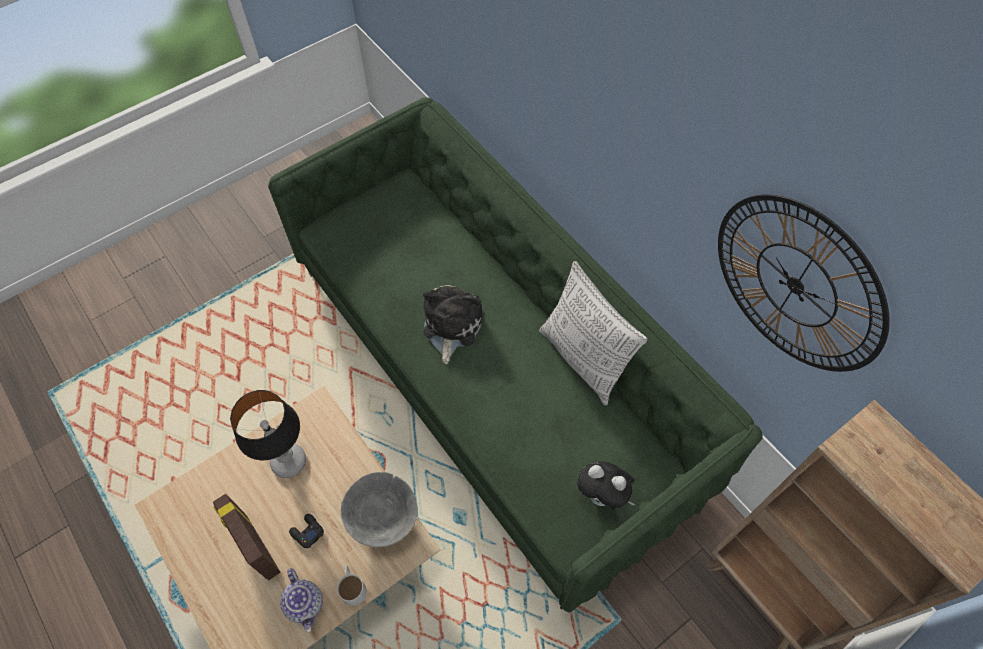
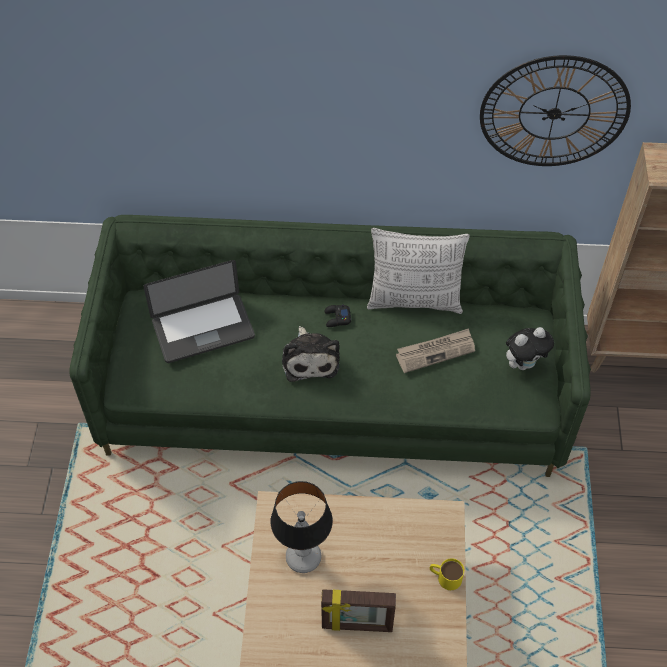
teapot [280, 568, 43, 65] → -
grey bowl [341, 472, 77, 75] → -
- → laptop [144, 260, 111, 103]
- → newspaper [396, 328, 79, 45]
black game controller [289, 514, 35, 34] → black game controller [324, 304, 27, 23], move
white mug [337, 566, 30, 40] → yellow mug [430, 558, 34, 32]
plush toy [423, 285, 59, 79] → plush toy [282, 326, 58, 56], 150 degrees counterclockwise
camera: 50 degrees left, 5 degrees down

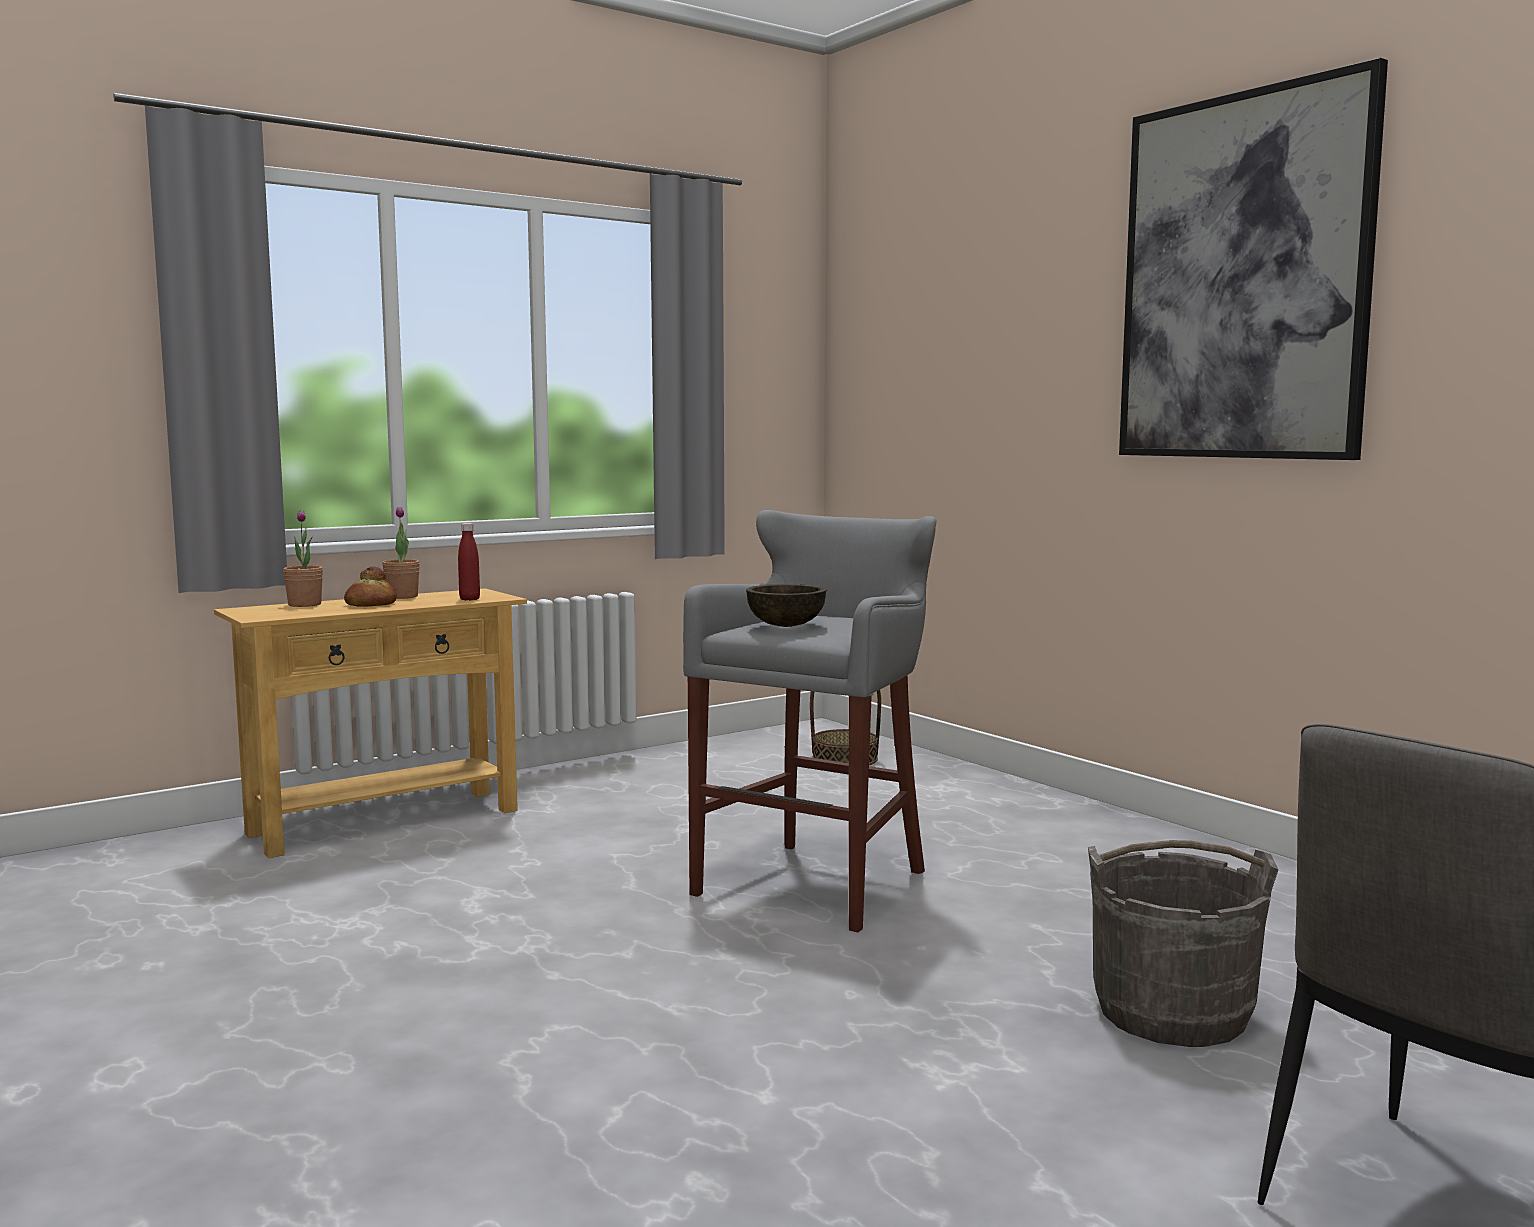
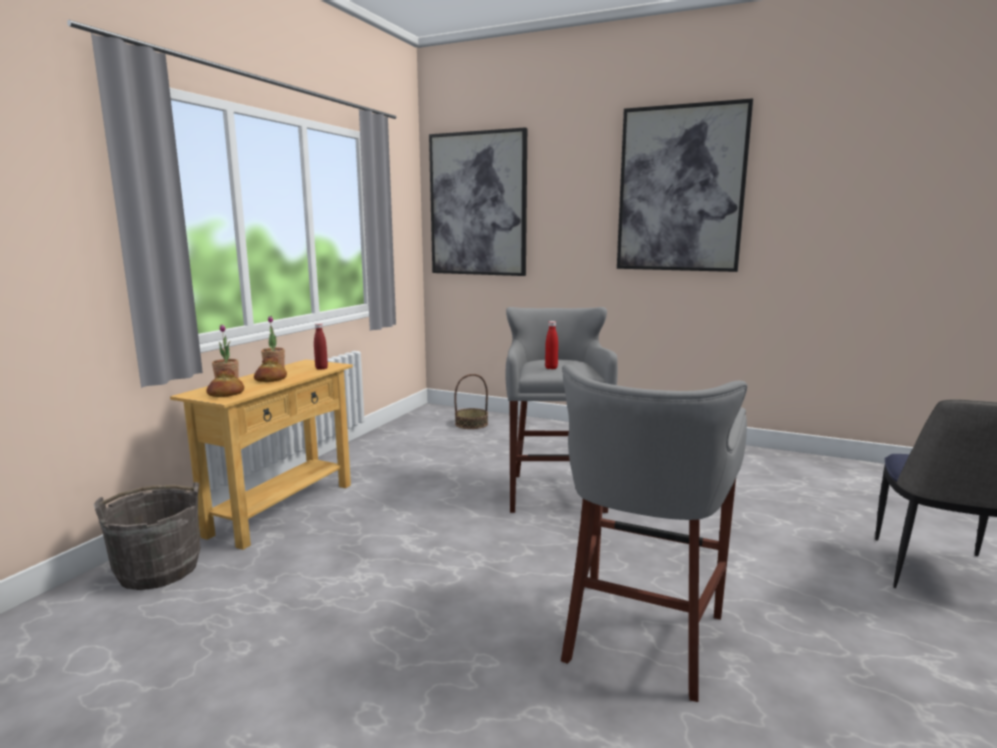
- → bread [206, 368, 38, 29]
- → picture [429, 127, 98, 149]
- → grey stool [561, 364, 186, 338]
grey bucket [1088, 840, 190, 207] → grey bucket [94, 482, 106, 108], move
brown bowl [746, 584, 80, 43] → red bottle [545, 321, 13, 48]
camera: 30 degrees left, 5 degrees up

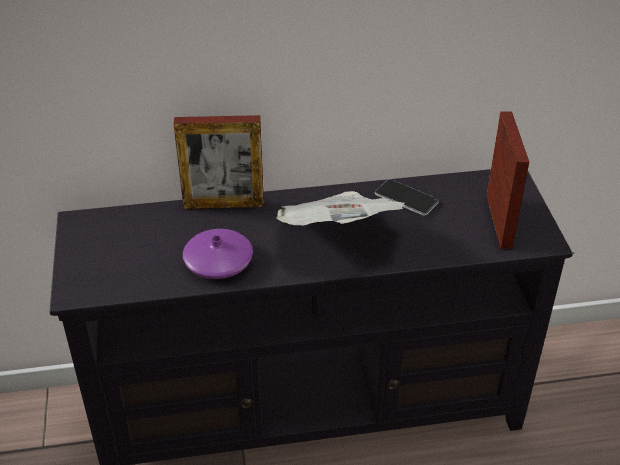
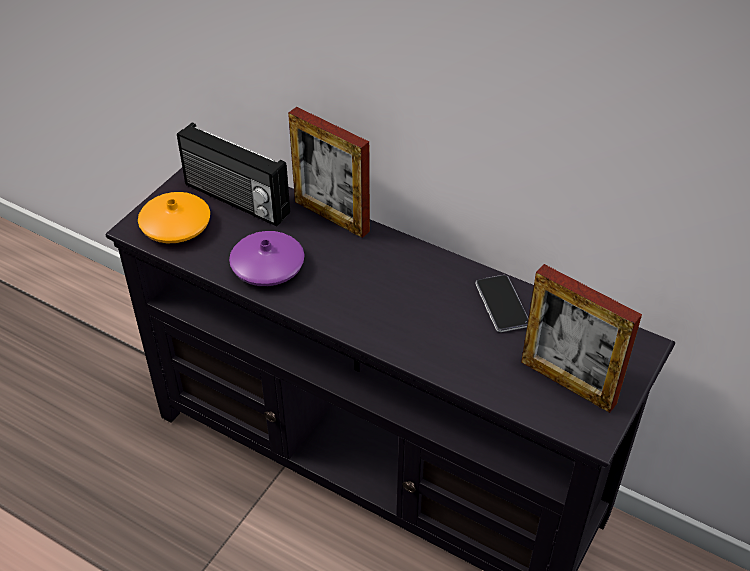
newspaper [276, 191, 129, 35] → -
- → orange vase [138, 192, 72, 51]
- → radio [177, 122, 113, 104]
picture frame [486, 111, 43, 138] → picture frame [521, 264, 121, 149], 90 degrees clockwise
camera: 40 degrees right, 5 degrees up

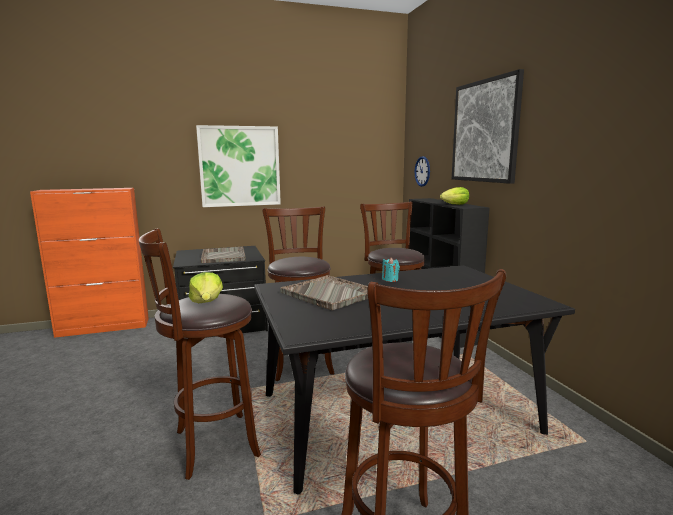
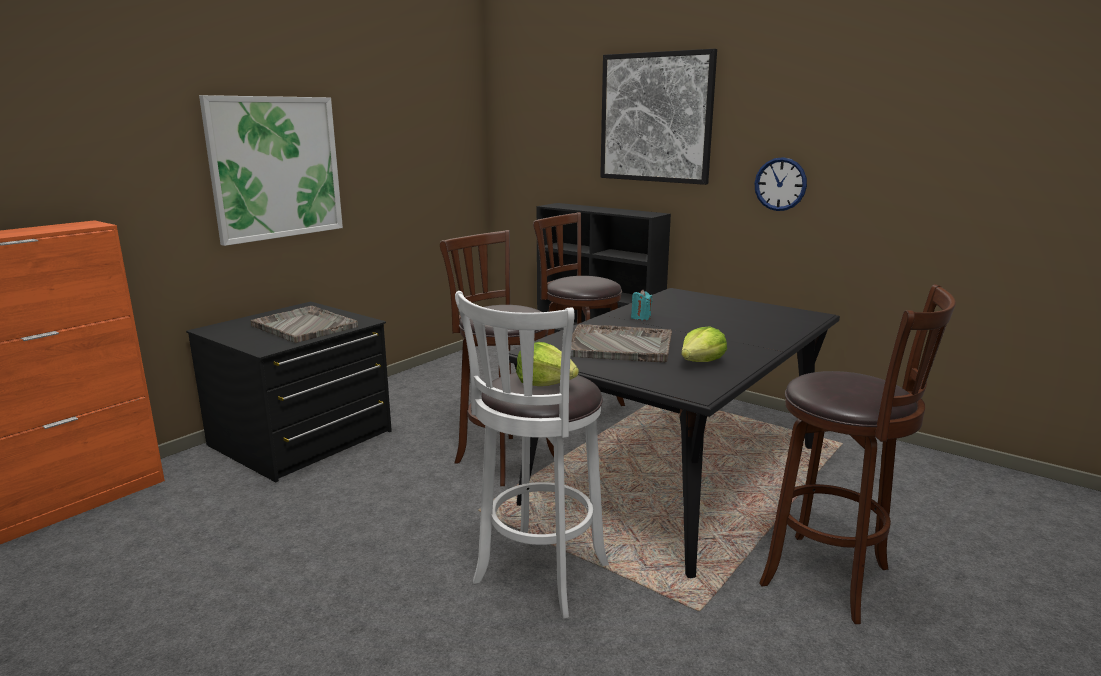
wall clock [415, 156, 15, 31] → wall clock [755, 157, 52, 54], move
lettuce [440, 187, 29, 18] → lettuce [681, 326, 46, 36], move
brown stool [138, 228, 123, 252] → white stool [455, 291, 154, 328]
camera: 35 degrees left, 5 degrees up

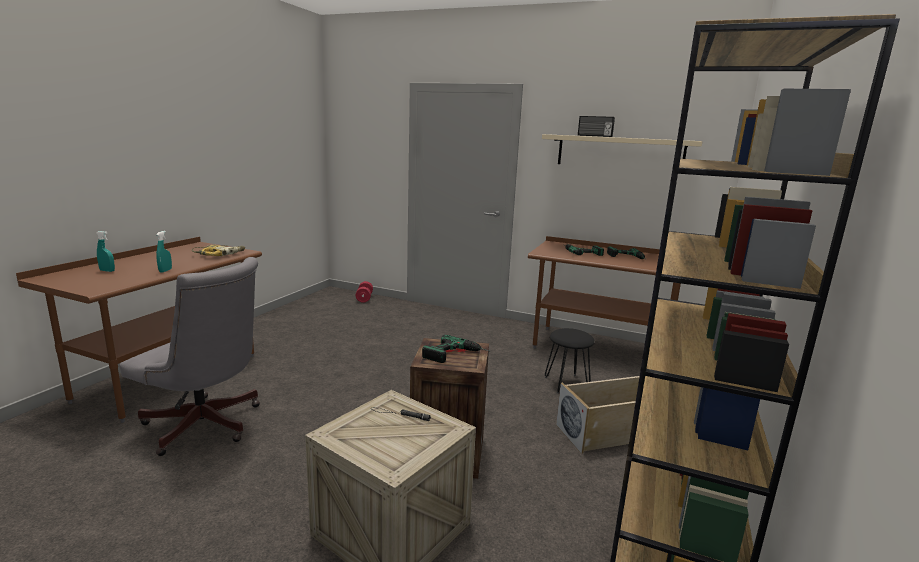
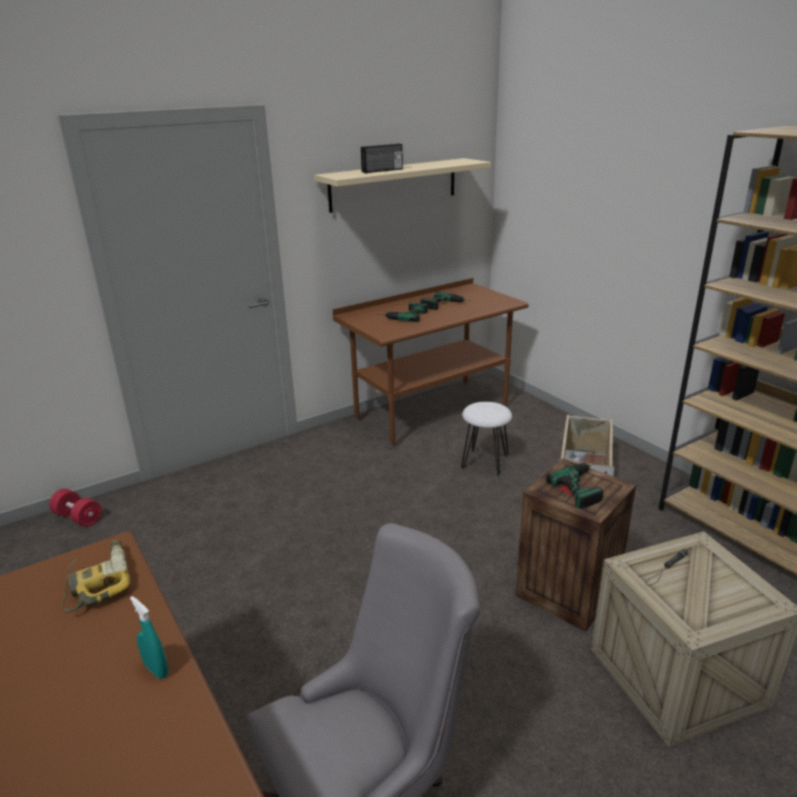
turquoise spray bottle [96, 231, 19, 41] → -
black stool [544, 328, 51, 66] → white stool [461, 402, 51, 74]
camera: 55 degrees left, 10 degrees up

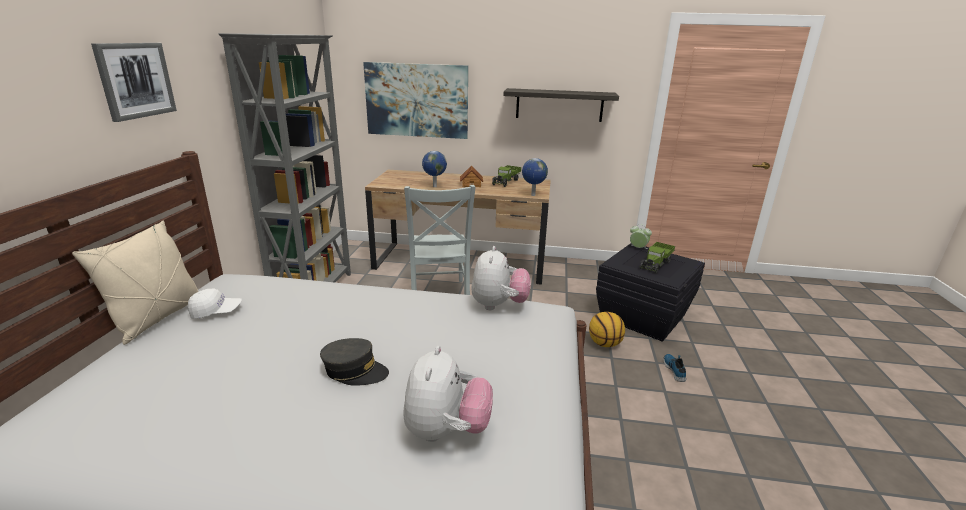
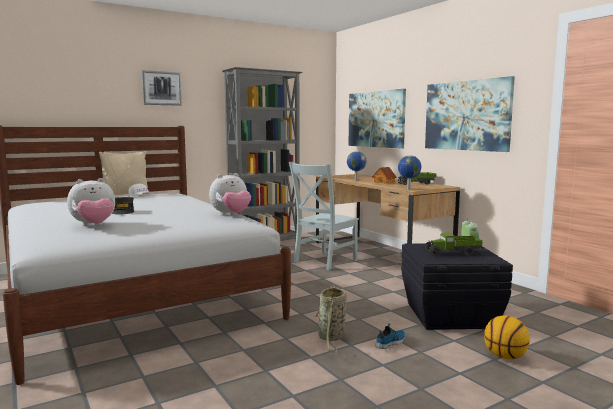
- → basket [314, 286, 33, 67]
basketball [589, 312, 36, 35] → basketball [484, 316, 46, 43], move
shelf [503, 88, 116, 34] → picture [425, 76, 90, 76]
camera: 50 degrees right, 15 degrees down

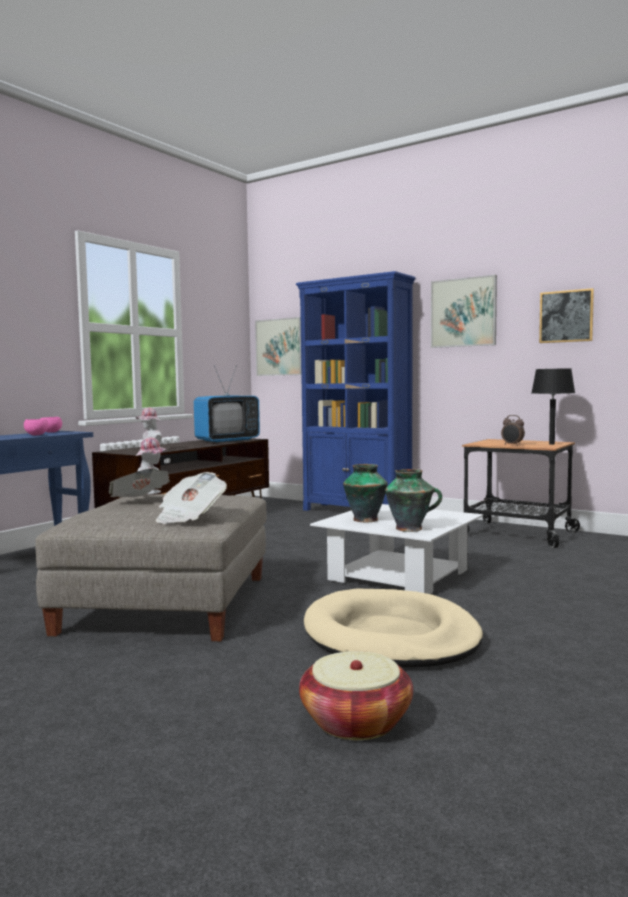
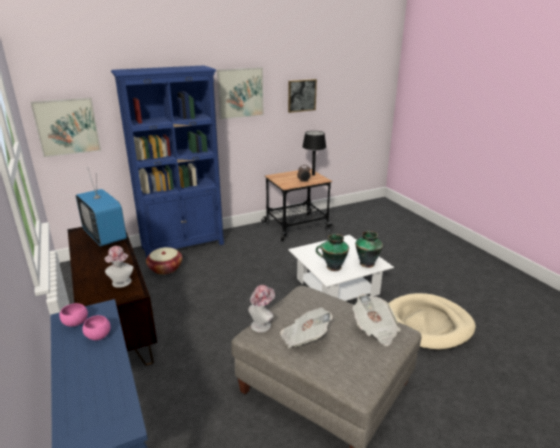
basket [299, 651, 114, 89] → basket [146, 247, 36, 28], move
television [194, 365, 66, 78] → television [76, 167, 51, 79], 150 degrees clockwise
camera: 60 degrees left, 20 degrees up

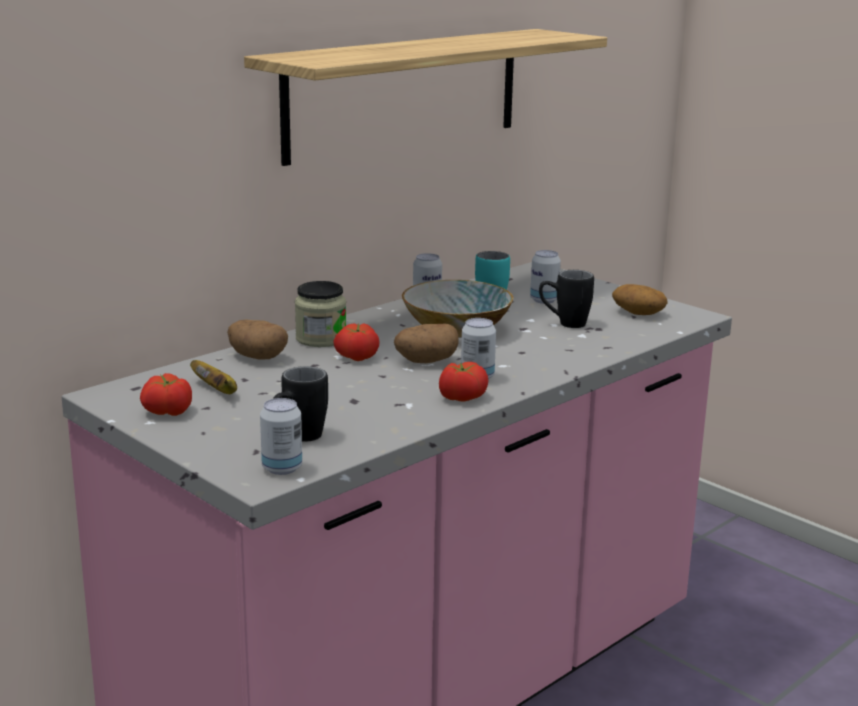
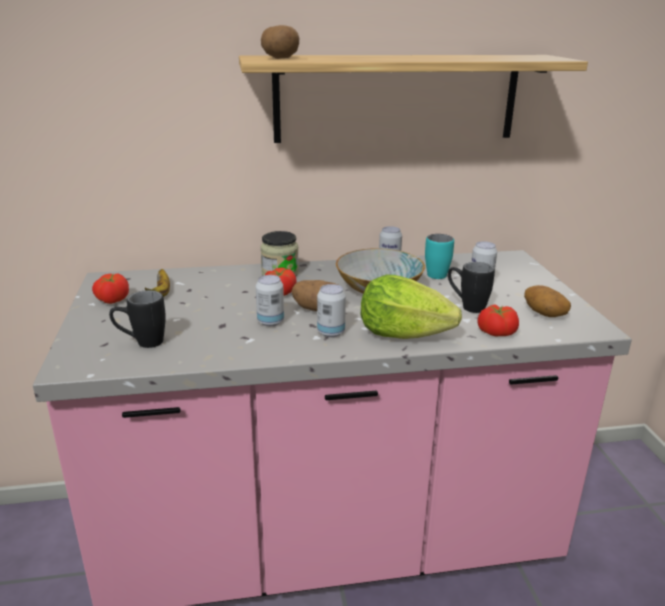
- → lettuce [360, 274, 102, 65]
potato [227, 319, 61, 41] → potato [261, 25, 38, 34], move
can [260, 398, 42, 77] → can [256, 275, 28, 51], move
tomato [439, 362, 49, 40] → tomato [478, 305, 41, 31], move
camera: 35 degrees right, 5 degrees up

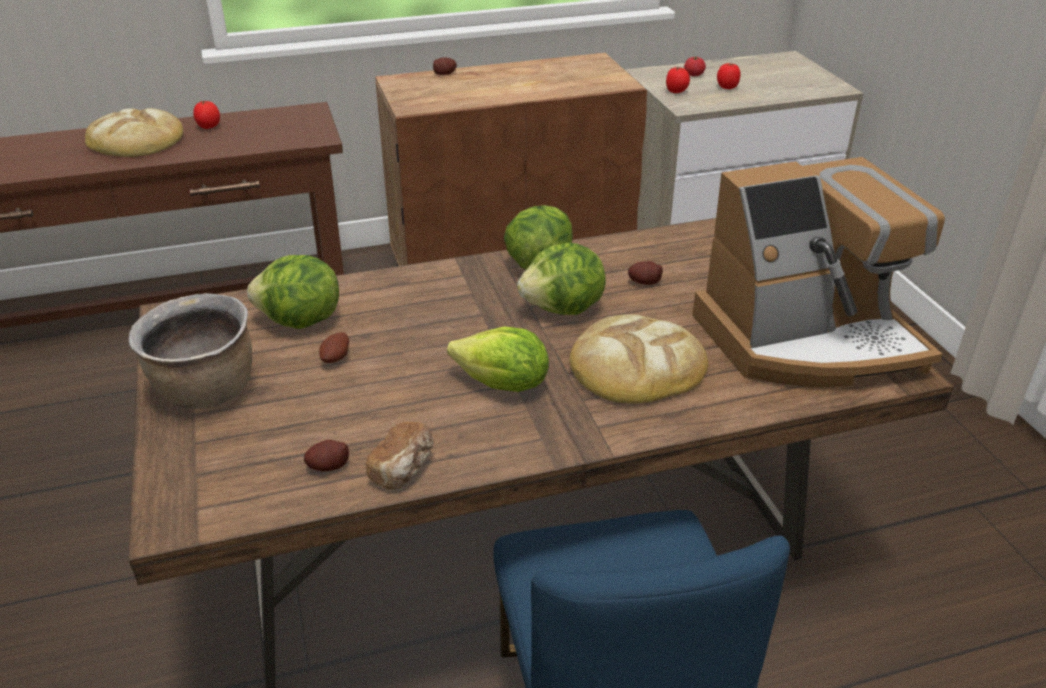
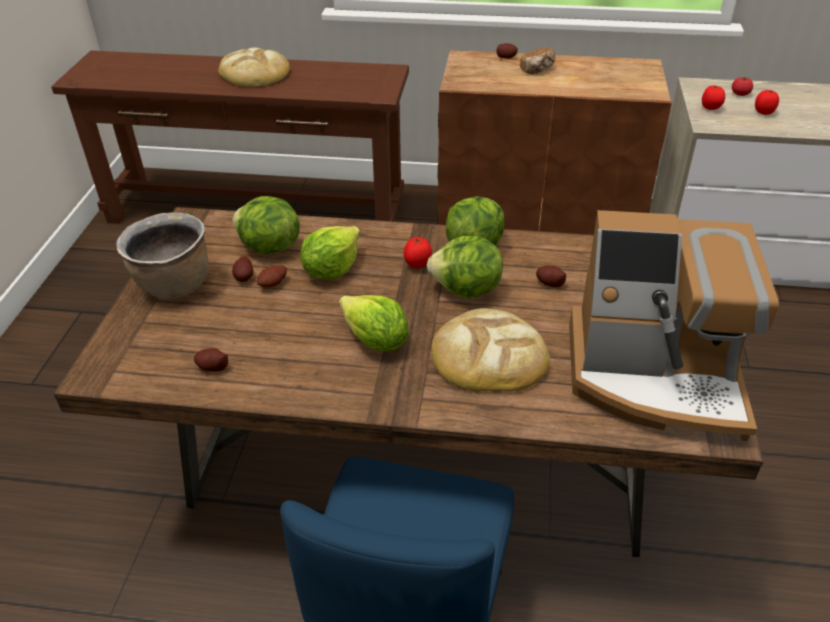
- → potato [232, 256, 22, 26]
- → lettuce [300, 226, 60, 53]
tomato [193, 101, 27, 28] → tomato [404, 237, 28, 31], move
bread [366, 422, 67, 67] → bread [520, 48, 36, 26], move
camera: 25 degrees right, 5 degrees up

